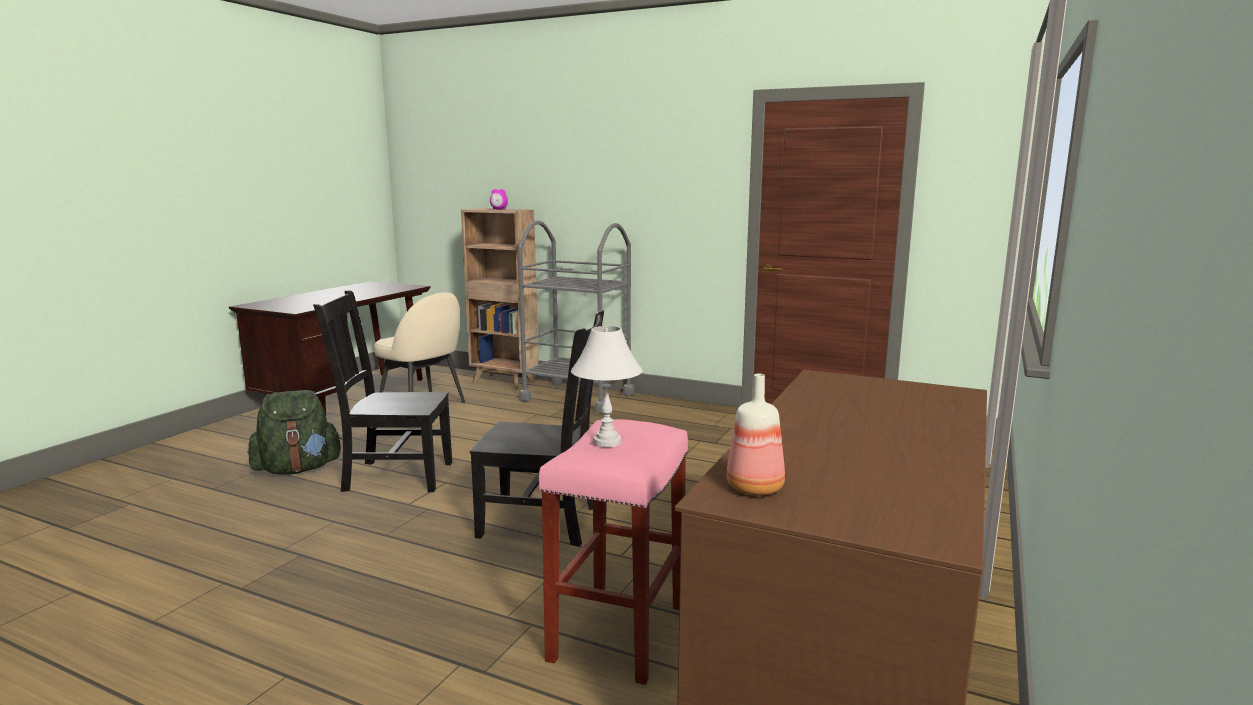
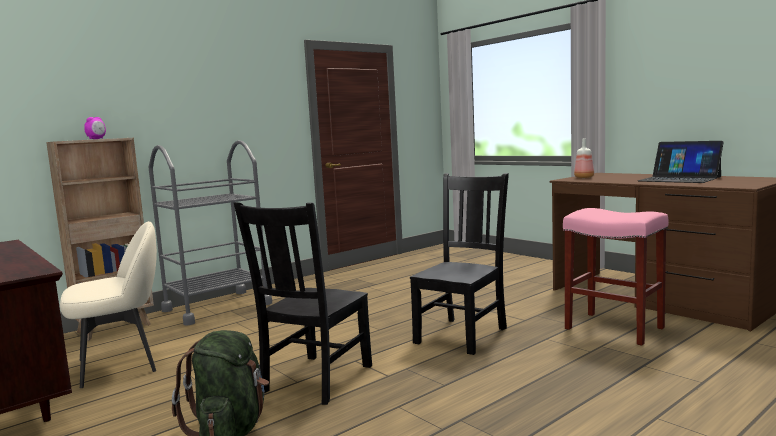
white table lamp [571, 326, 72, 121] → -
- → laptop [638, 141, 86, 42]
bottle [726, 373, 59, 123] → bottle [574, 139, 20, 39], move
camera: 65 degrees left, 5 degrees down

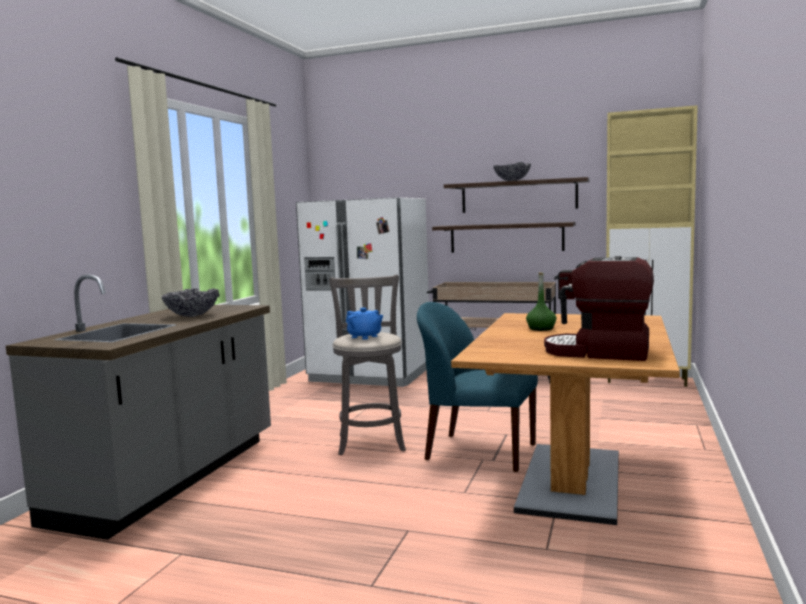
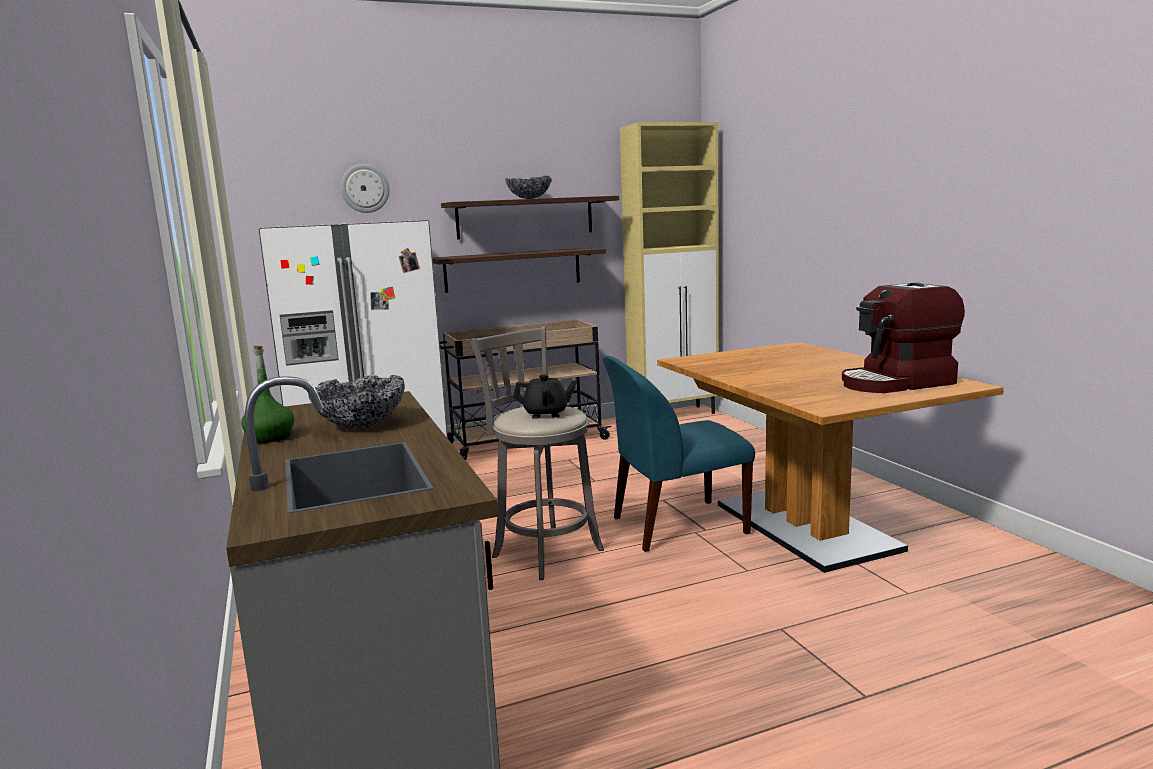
- → wall clock [341, 164, 49, 49]
green bottle [526, 272, 30, 59] → green bottle [241, 345, 53, 98], move
blue teapot [346, 308, 37, 32] → black teapot [513, 374, 64, 45]
camera: 40 degrees left, 5 degrees up

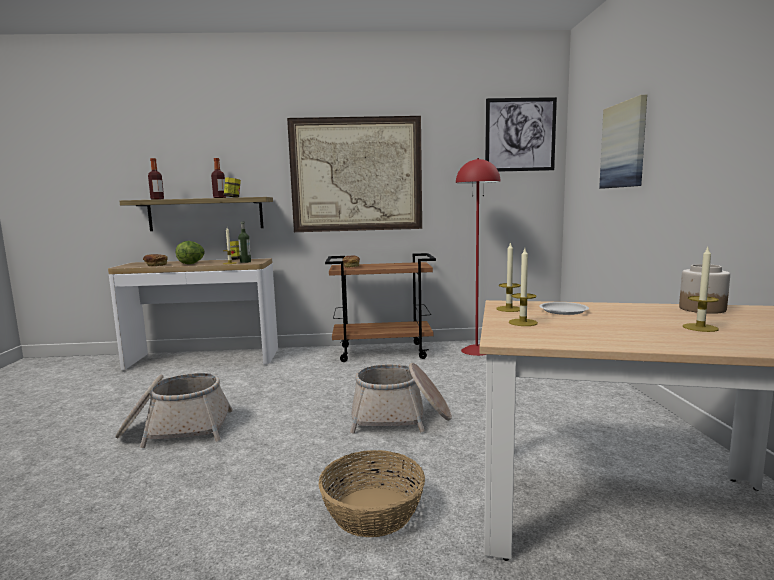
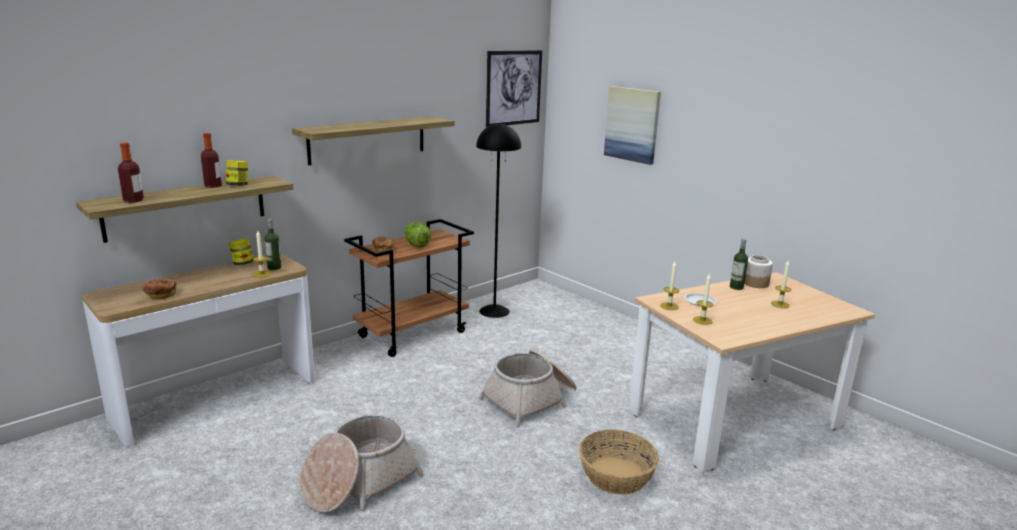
- → bottle [730, 239, 18, 51]
lettuce [176, 241, 29, 23] → lettuce [405, 222, 26, 26], move
picture [287, 116, 135, 116] → shelf [292, 116, 163, 49]
red floor lamp [456, 158, 45, 198] → black floor lamp [476, 123, 45, 195]
camera: 40 degrees left, 10 degrees up

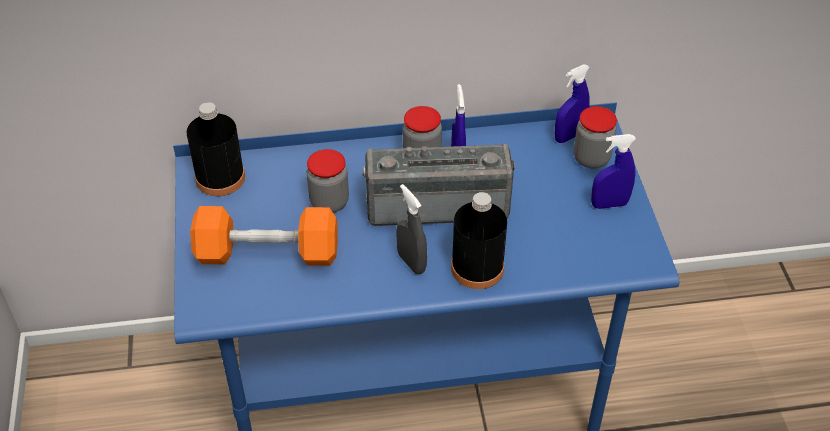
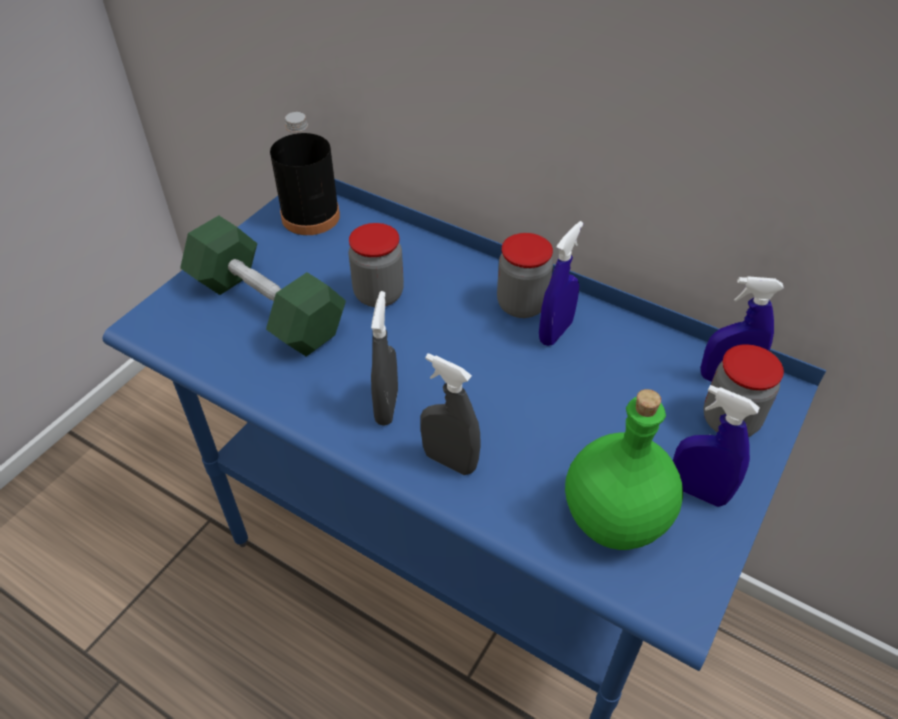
radio [362, 143, 153, 83] → -
- → green bottle [565, 389, 118, 161]
black bottle [451, 192, 56, 97] → grey spray bottle [420, 353, 61, 122]
orange dumbbell [190, 206, 148, 60] → green dumbbell [180, 215, 166, 142]
camera: 40 degrees right, 0 degrees up

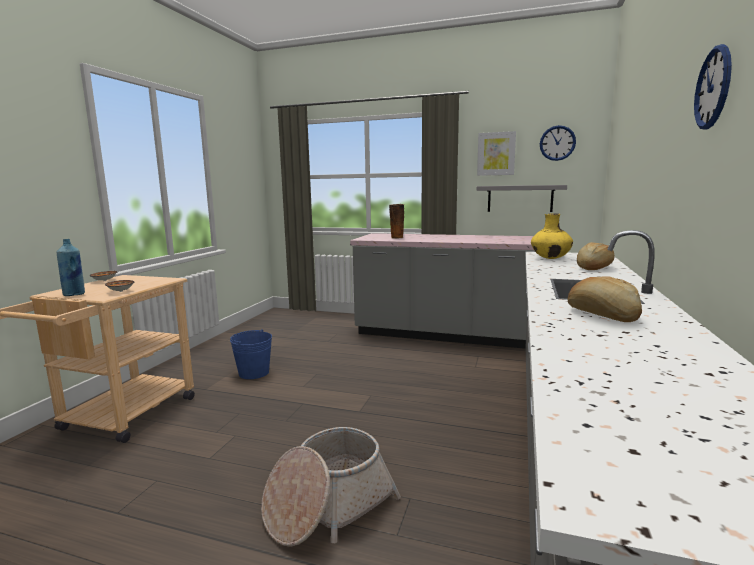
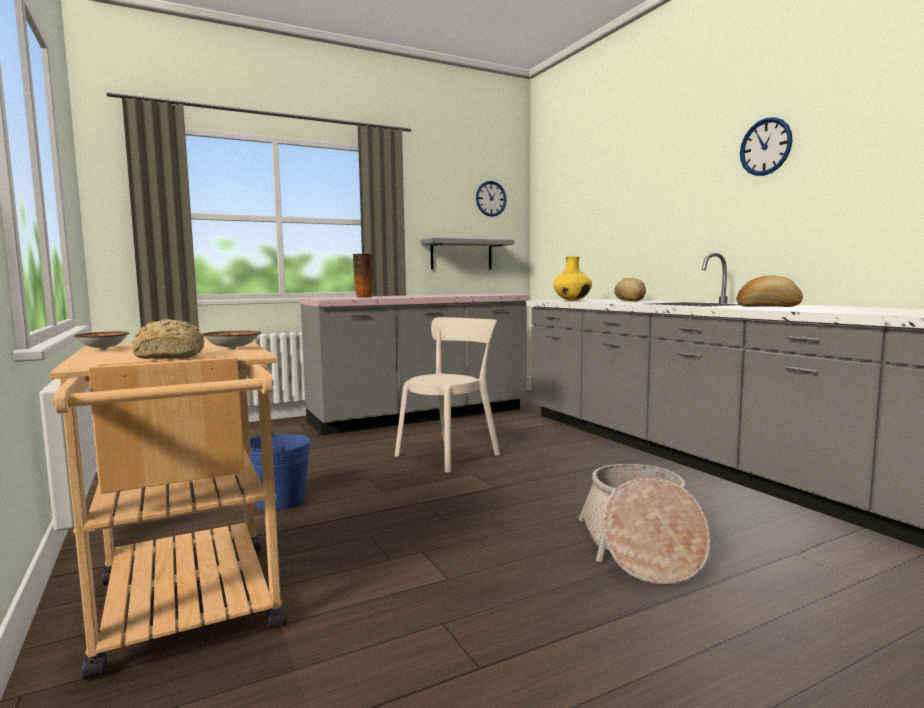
picture [477, 131, 39, 45] → -
- → beige chair [395, 317, 105, 156]
blue bottle [56, 239, 29, 57] → bread [133, 319, 71, 40]
camera: 45 degrees left, 5 degrees down

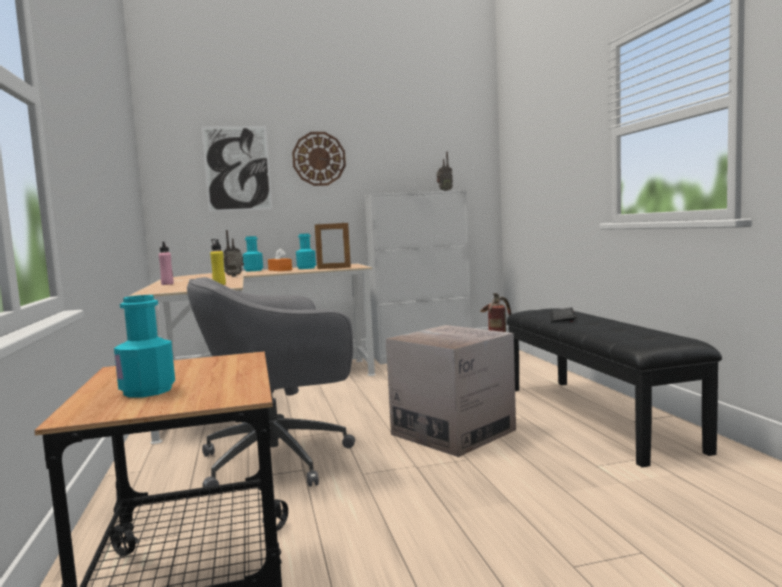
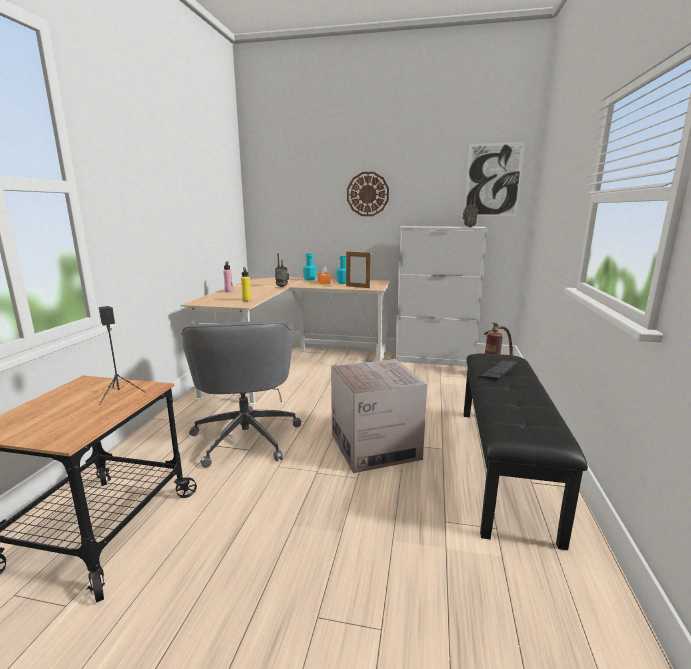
turquoise bottle [114, 295, 61, 103] → -
- → black speaker [99, 306, 47, 99]
picture [202, 126, 70, 86] → picture [464, 142, 60, 74], move
grey office chair [187, 277, 168, 210] → grey office chair [182, 320, 119, 148], 105 degrees counterclockwise
camera: 25 degrees right, 10 degrees up

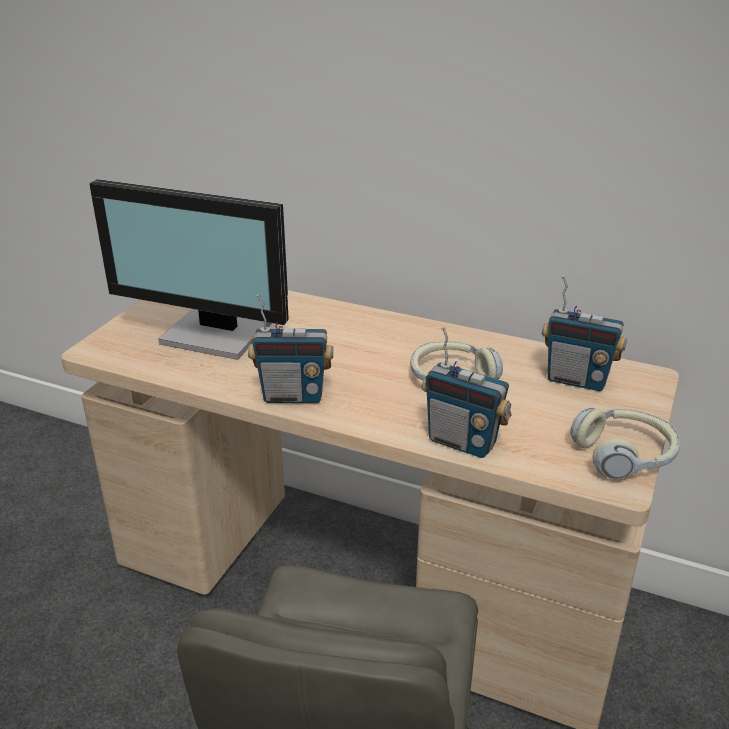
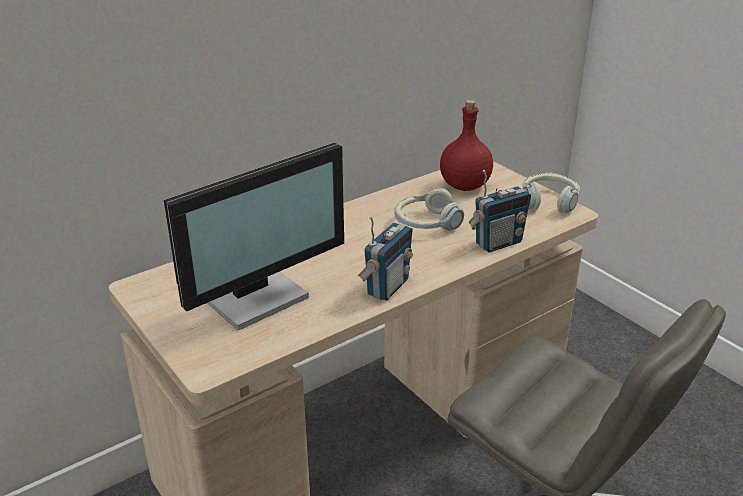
radio [542, 276, 85, 115] → red bottle [440, 100, 53, 91]
camera: 60 degrees left, 0 degrees up

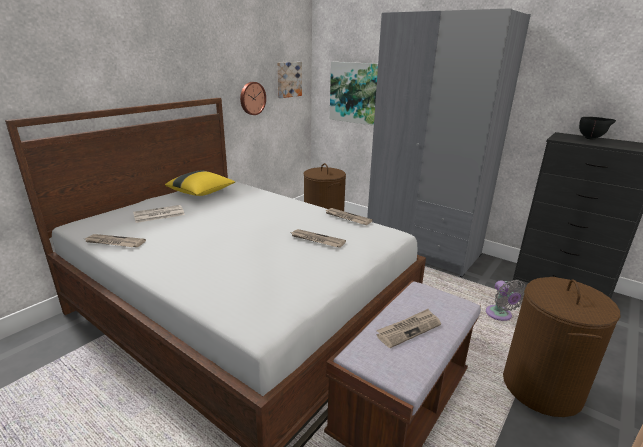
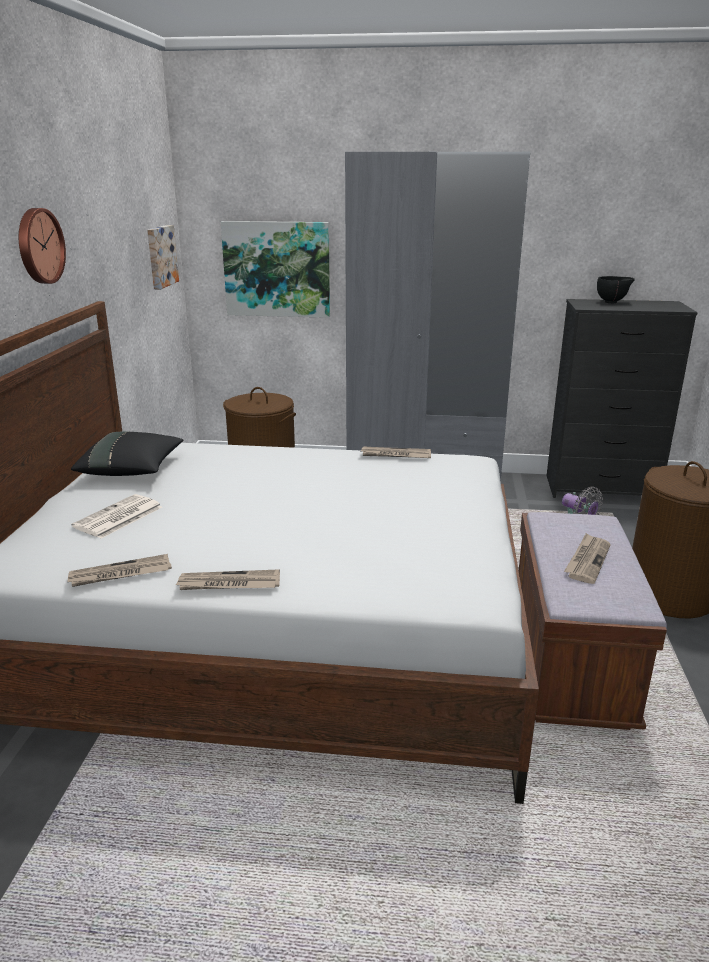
wall clock [240, 82, 26, 33] → wall clock [19, 208, 47, 76], move
newspaper [291, 229, 55, 19] → newspaper [176, 569, 104, 21], move
yellow pillow [165, 171, 70, 25] → black pillow [71, 432, 113, 44]
camera: 30 degrees left, 0 degrees up

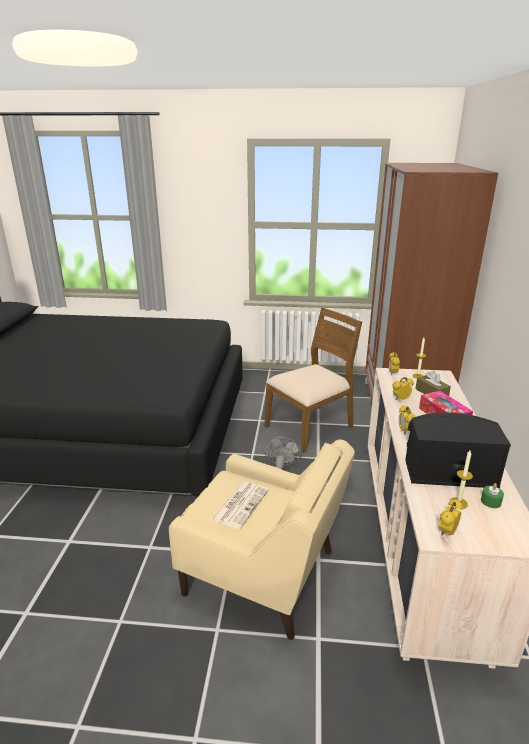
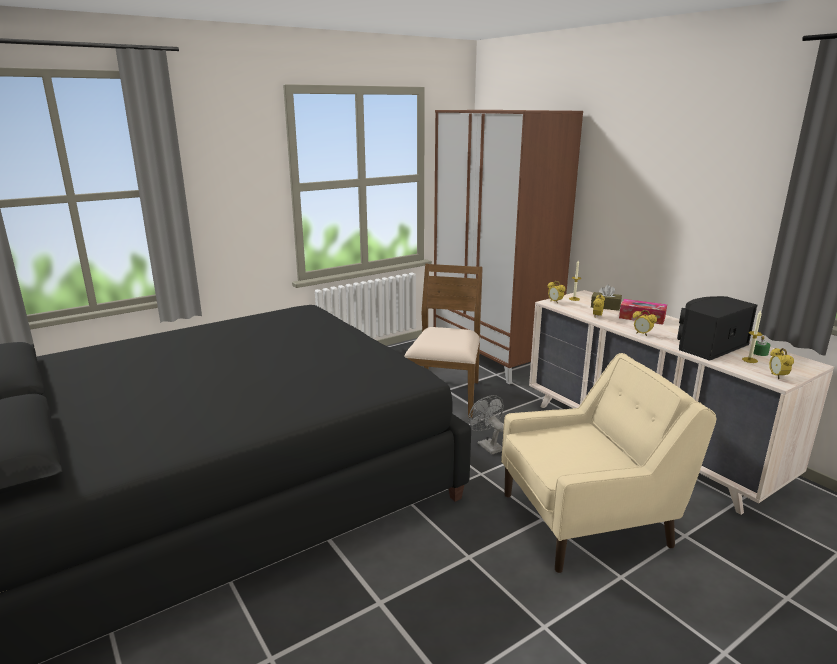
newspaper [211, 482, 58, 47] → -
camera: 40 degrees left, 5 degrees down

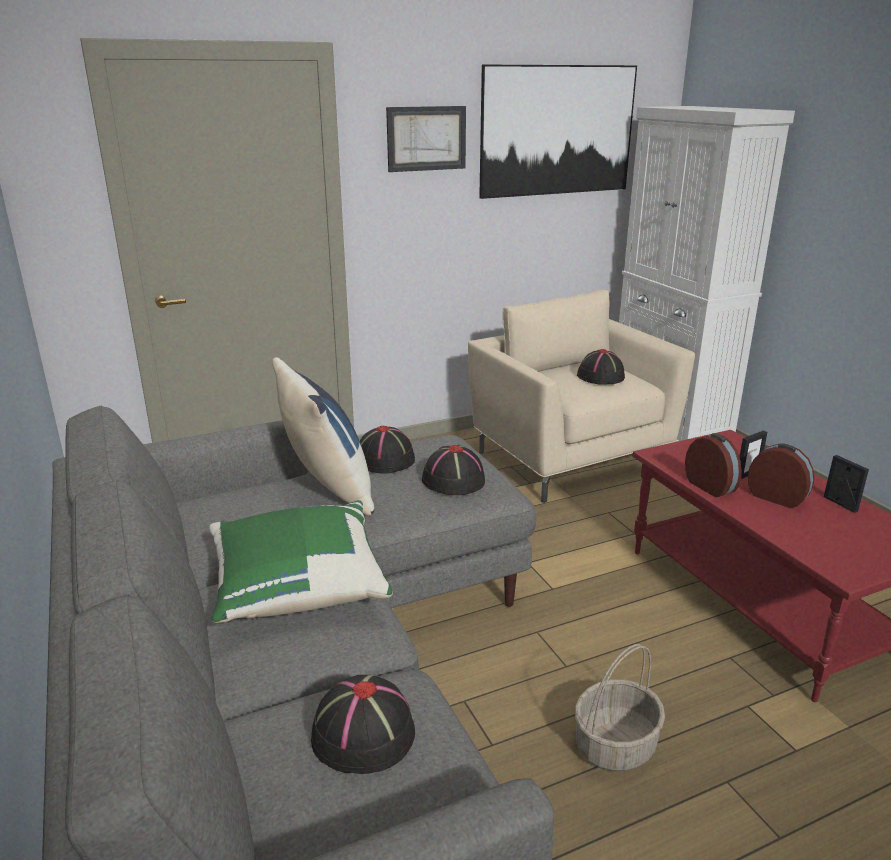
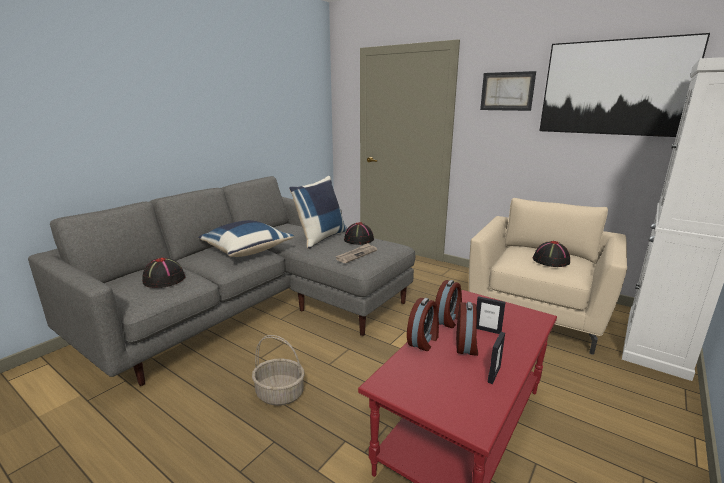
- → alarm clock [407, 298, 32, 53]
black hat [422, 445, 63, 50] → newspaper [335, 243, 42, 20]
green pillow [209, 500, 184, 123] → blue pillow [199, 220, 95, 37]
camera: 60 degrees right, 5 degrees down

